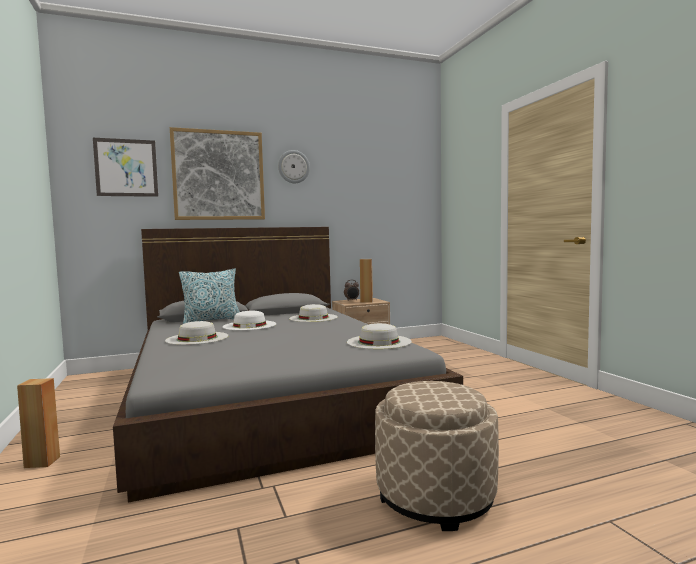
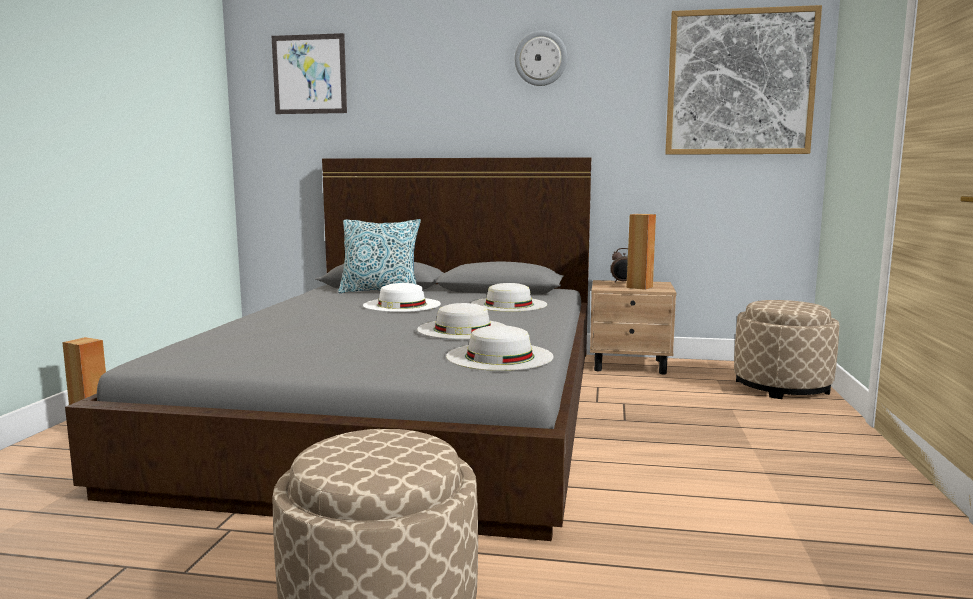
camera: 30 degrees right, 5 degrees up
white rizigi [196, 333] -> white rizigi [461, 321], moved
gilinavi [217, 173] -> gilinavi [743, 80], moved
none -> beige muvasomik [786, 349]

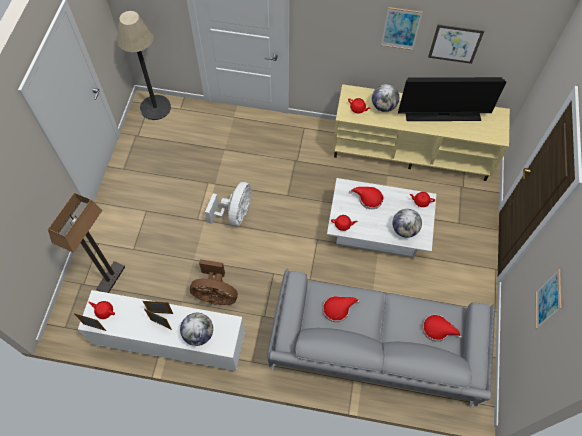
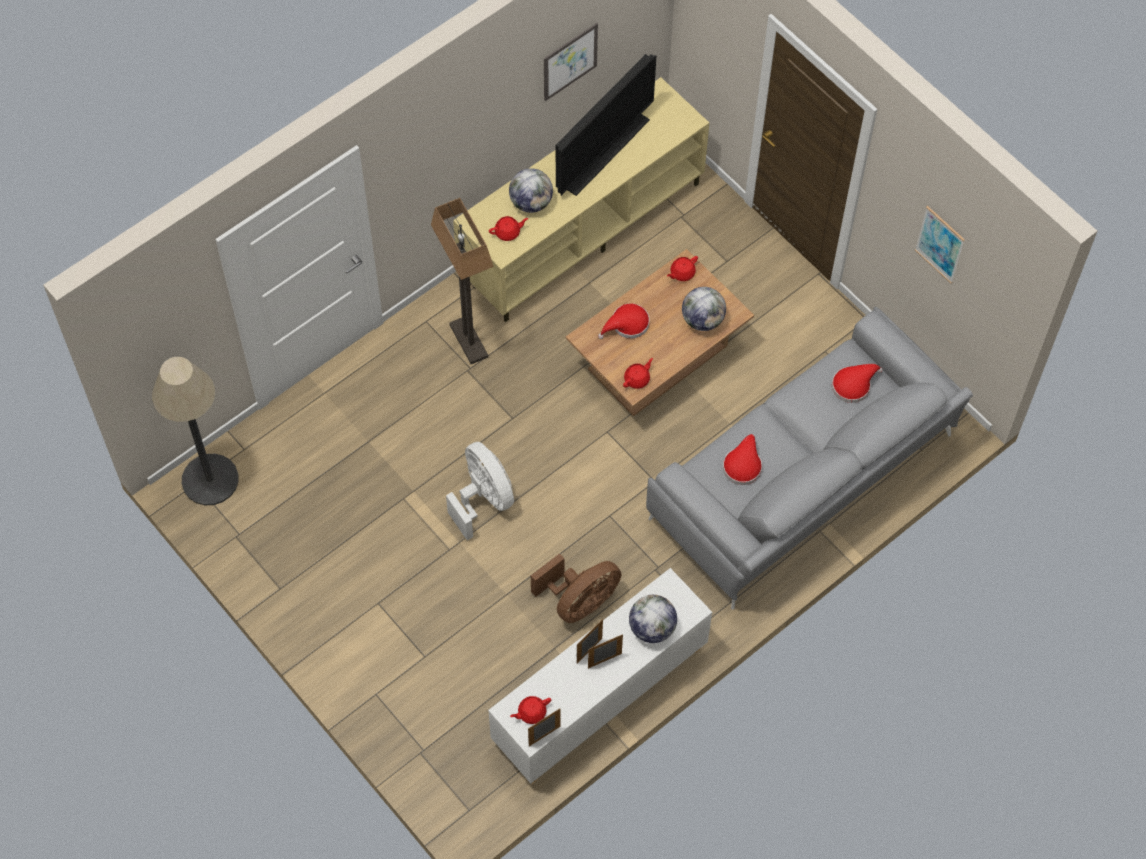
camera: 50 degrees left, 0 degrees up
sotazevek [86, 243] -> sotazevek [462, 281], moved
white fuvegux [381, 217] -> brown fuvegux [660, 332]
gilinavi [402, 28] -> none

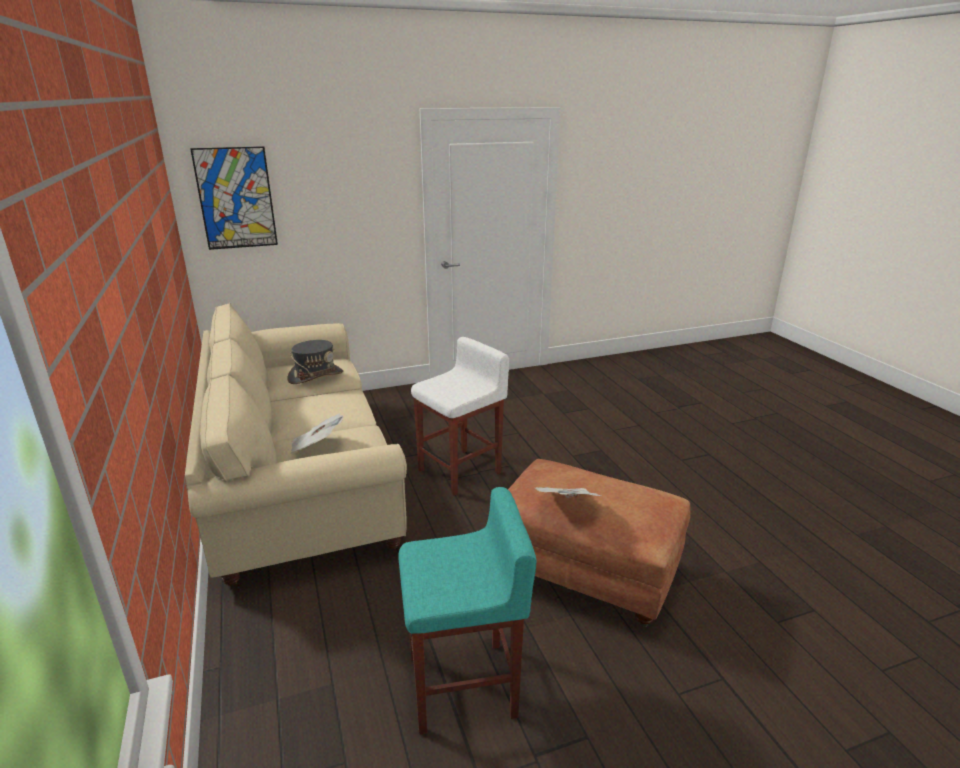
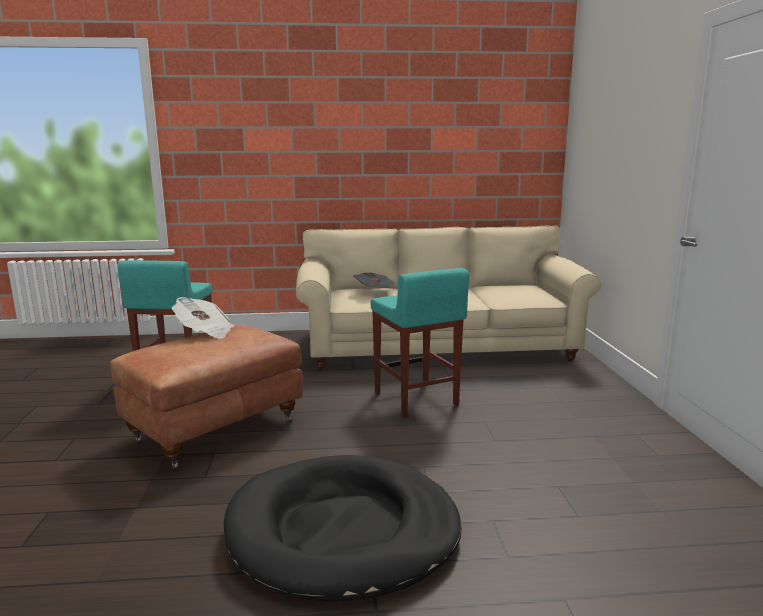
camera: 105 degrees right, 10 degrees down
gilinavi [234, 198] -> none
grey rizigi [315, 362] -> none
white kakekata [460, 416] -> turquoise kakekata [420, 343]
none -> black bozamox [343, 528]

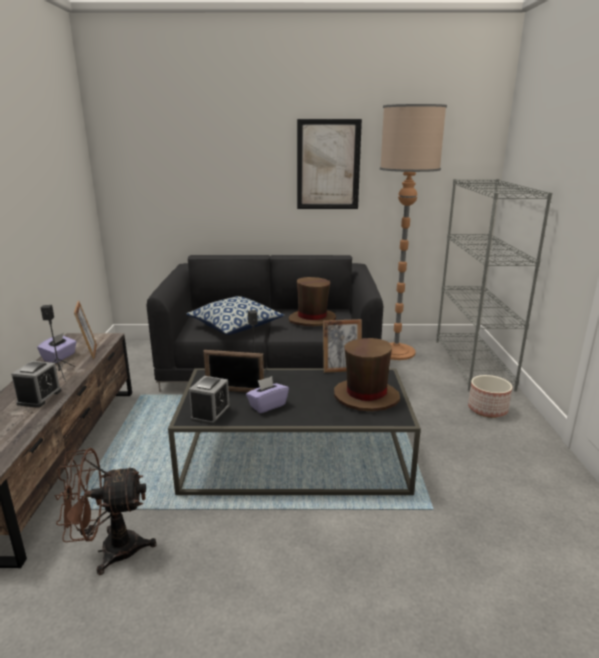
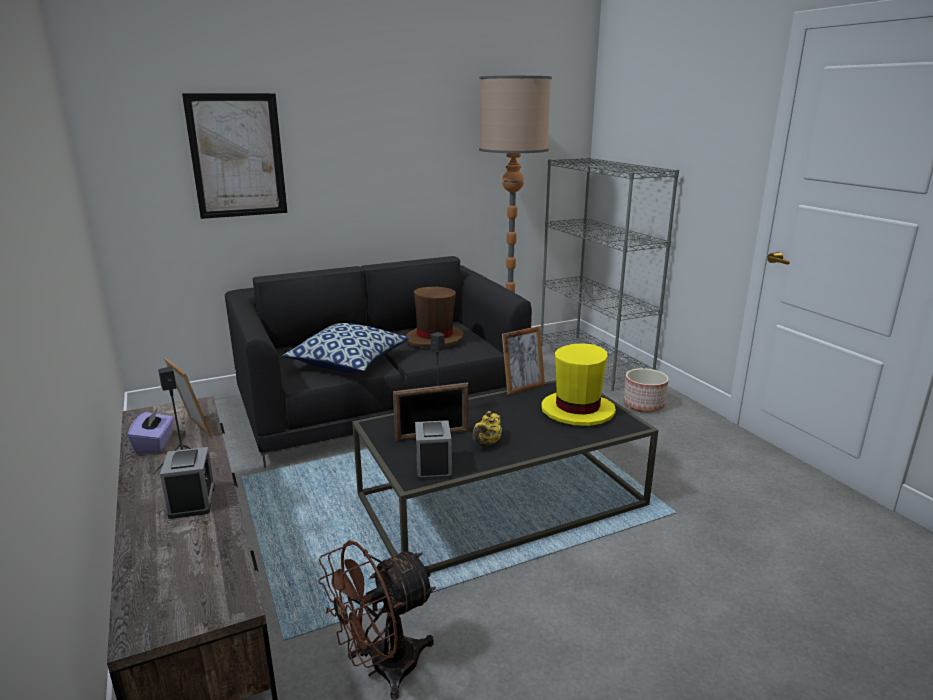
camera: 25 degrees left, 0 degrees up
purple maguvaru [267, 394] -> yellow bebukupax [487, 428]
gilinavi [329, 164] -> gilinavi [234, 156], moved
brown rizigi [367, 374] -> yellow rizigi [578, 385]

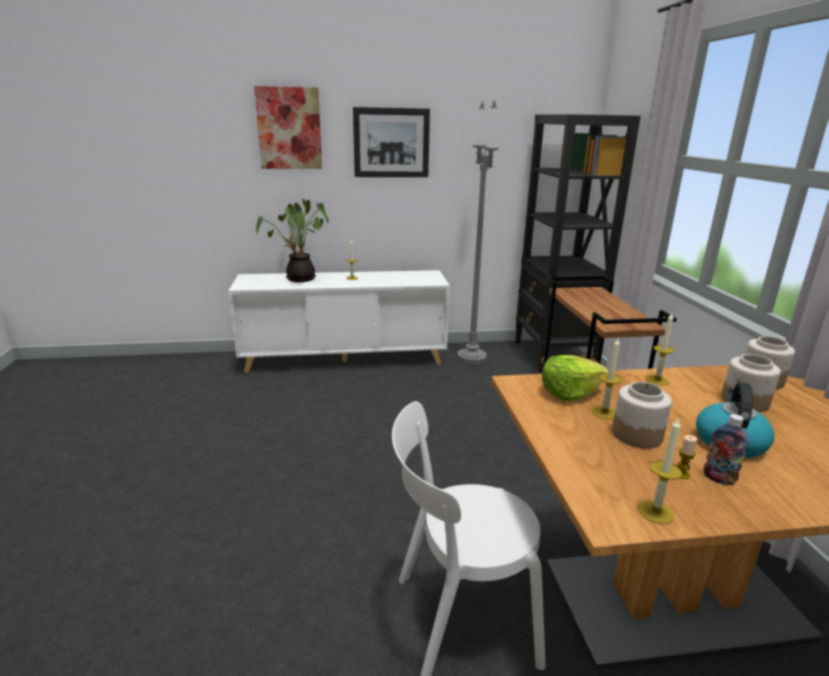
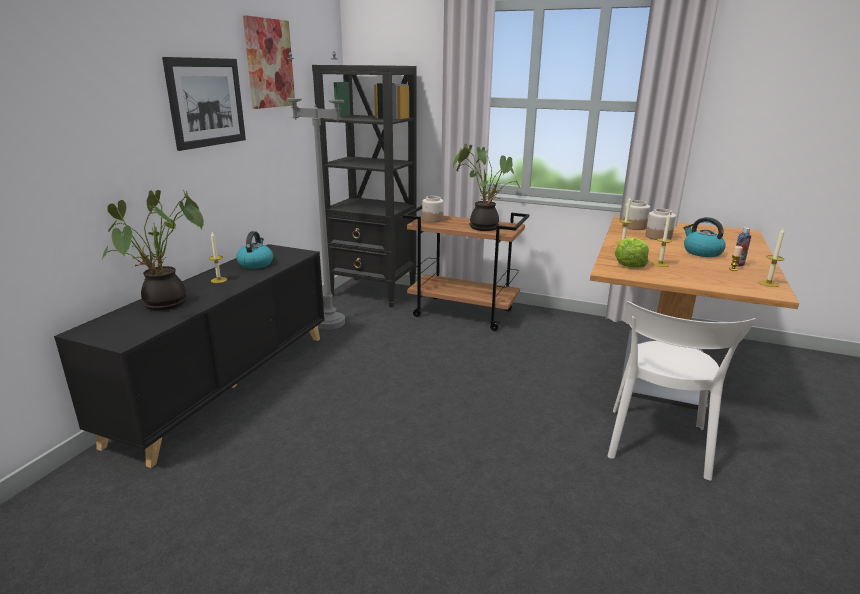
camera: 60 degrees left, 0 degrees up
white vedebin [339, 321] -> black vedebin [189, 356]
gilinavi [288, 127] -> gilinavi [269, 62], moved
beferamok [642, 415] -> beferamok [433, 209], moved
none -> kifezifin [254, 250]
none -> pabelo [486, 187]

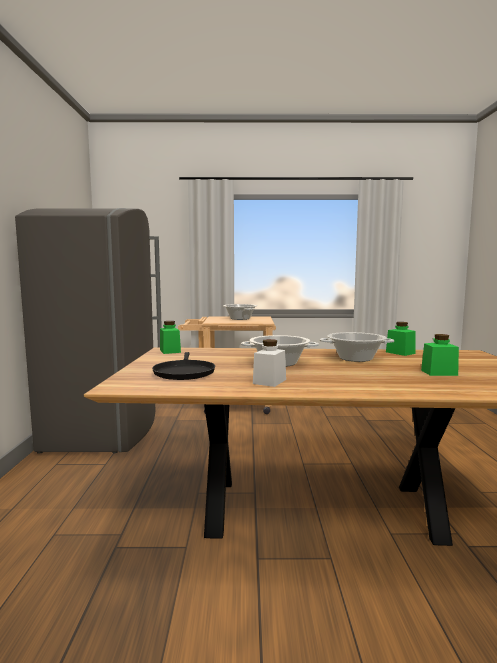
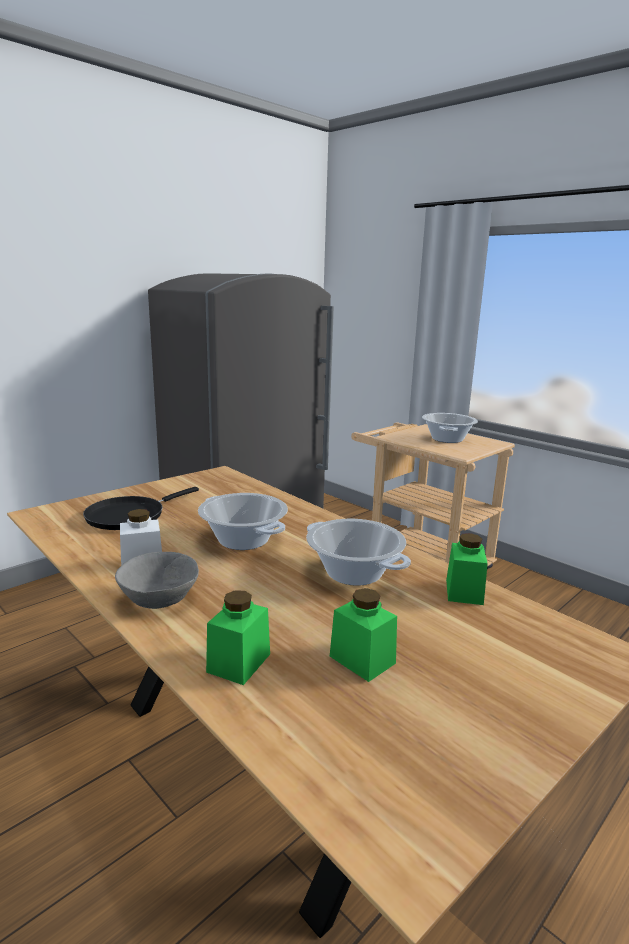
camera: 45 degrees right, 10 degrees up
green beferamok [170, 337] -> green beferamok [238, 637], moved
none -> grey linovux [157, 580]

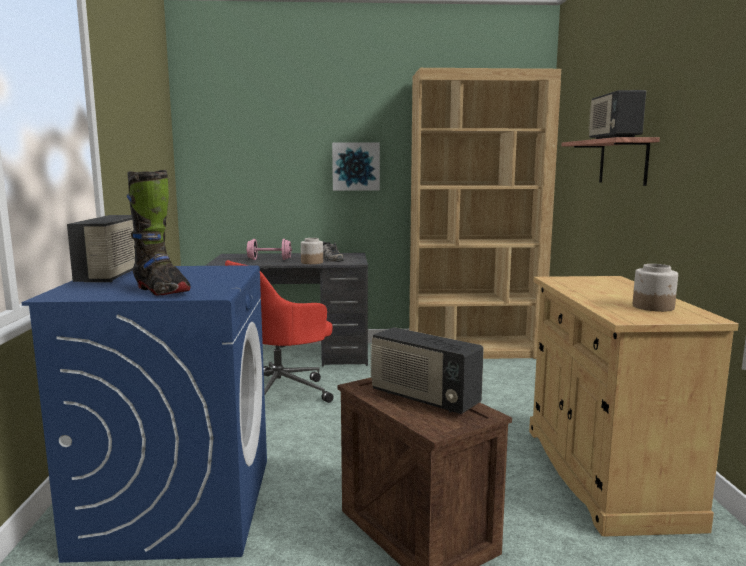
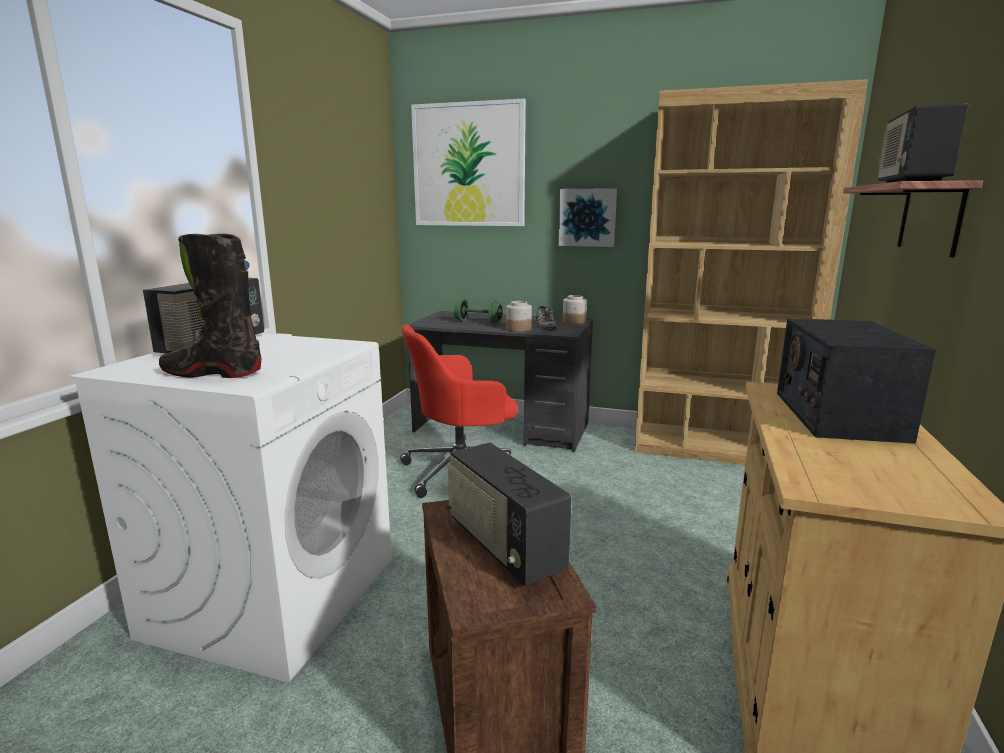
camera: 20 degrees right, 5 degrees up
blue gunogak [144, 414] -> white gunogak [230, 507]
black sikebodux [159, 232] -> black sikebodux [210, 306], 120 degrees clockwise
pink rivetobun [269, 249] -> green rivetobun [478, 311]
beferamok [655, 288] -> beferamok [575, 309], moved
none -> gilinavi [468, 162]
none -> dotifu [856, 381]

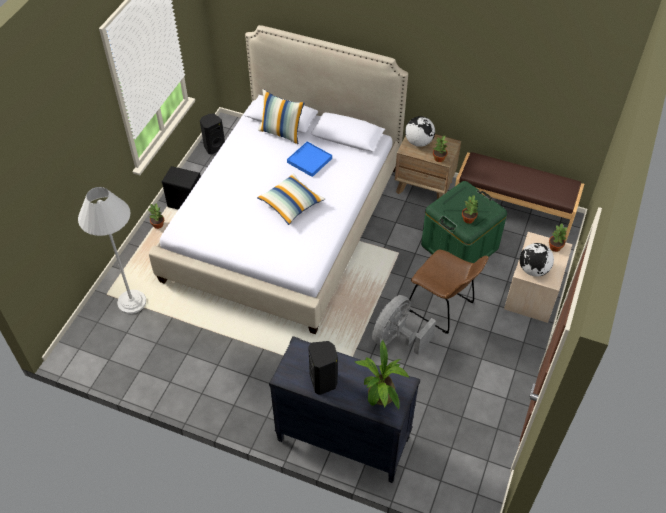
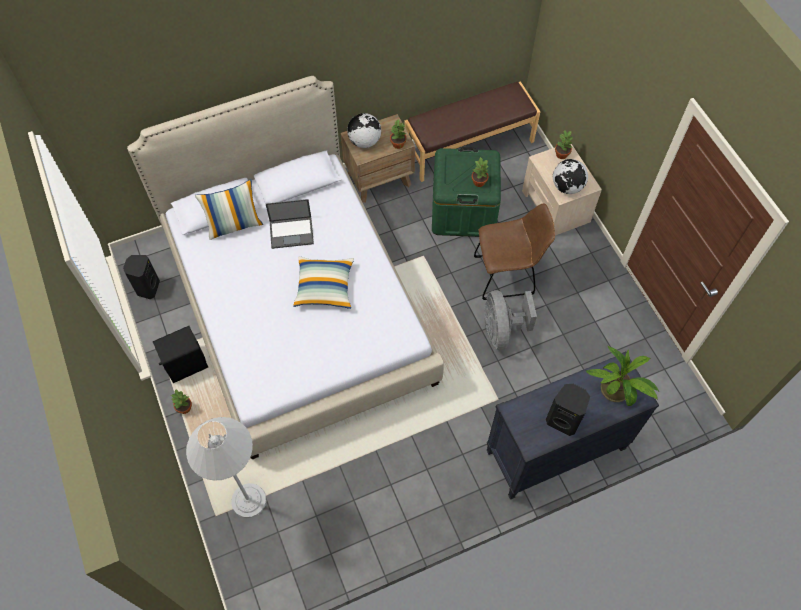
camera: 45 degrees left, 10 degrees up
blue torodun [309, 159] -> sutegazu [290, 224]

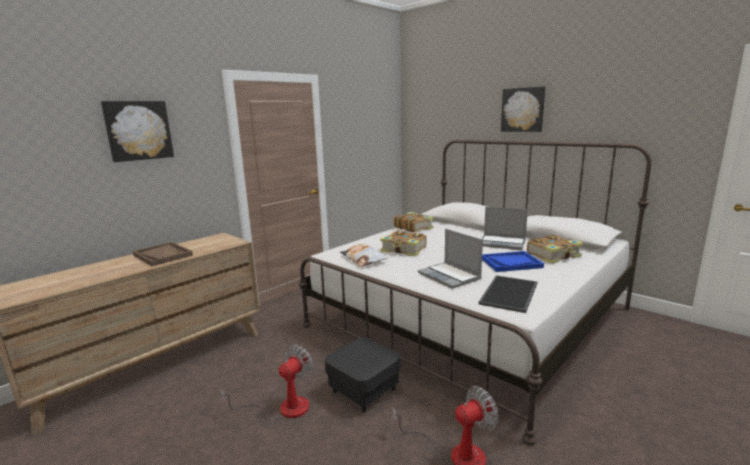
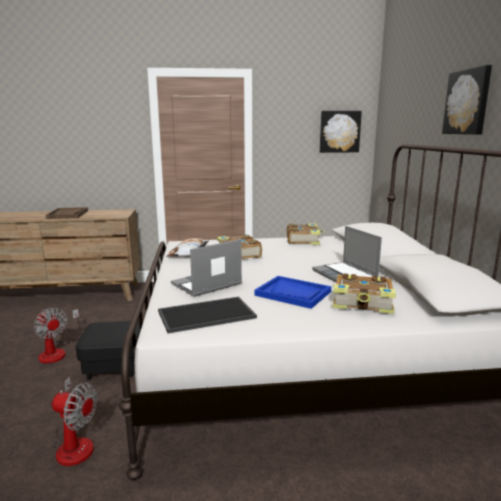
camera: 40 degrees right, 0 degrees up
gilinavi [137, 131] -> gilinavi [341, 132], moved
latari [267, 383] -> latari [57, 335], 60 degrees clockwise
sutegazu [450, 259] -> sutegazu [206, 268], 45 degrees clockwise

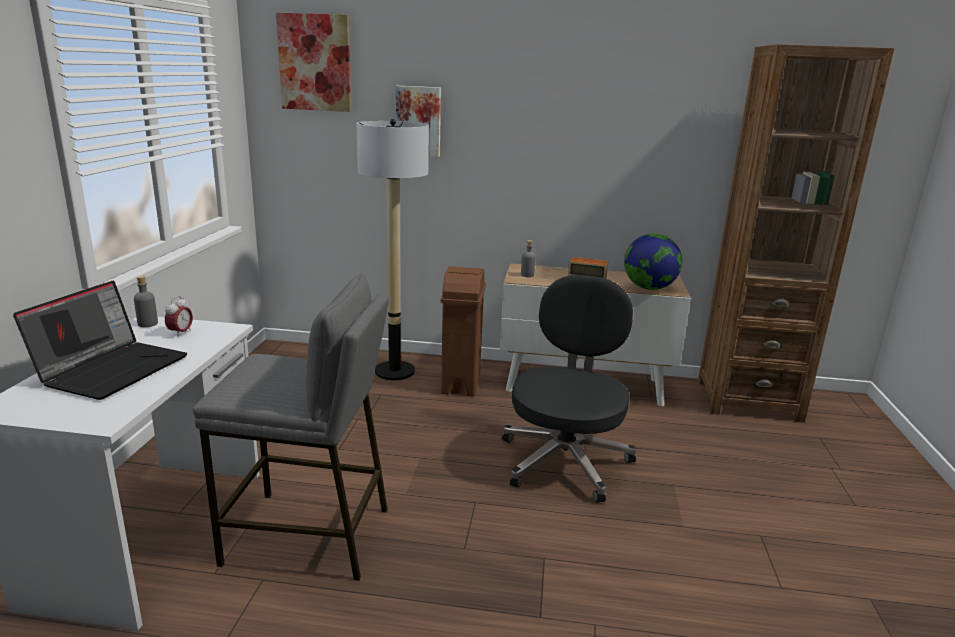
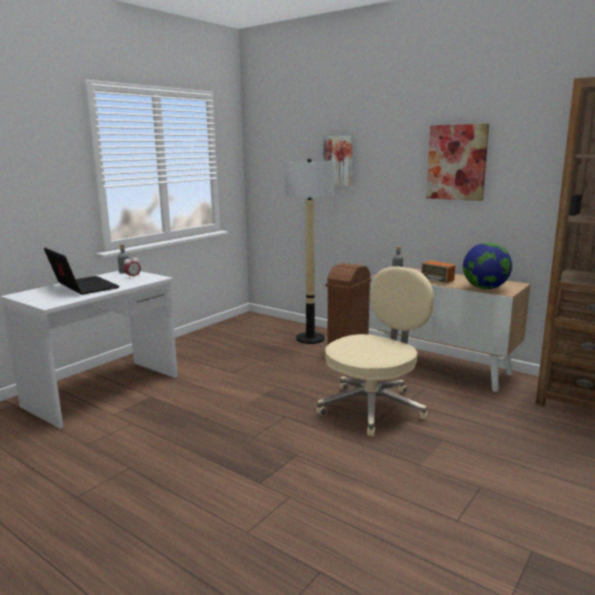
camera: 30 degrees right, 5 degrees down
sutegazu [100, 340] -> sutegazu [81, 271], 90 degrees counterclockwise
grey kakekata [291, 427] -> none
gilinavi [313, 62] -> gilinavi [457, 162], moved
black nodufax [569, 389] -> beige nodufax [375, 351]

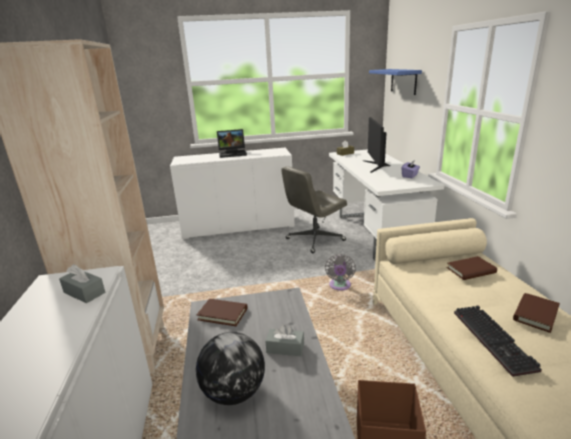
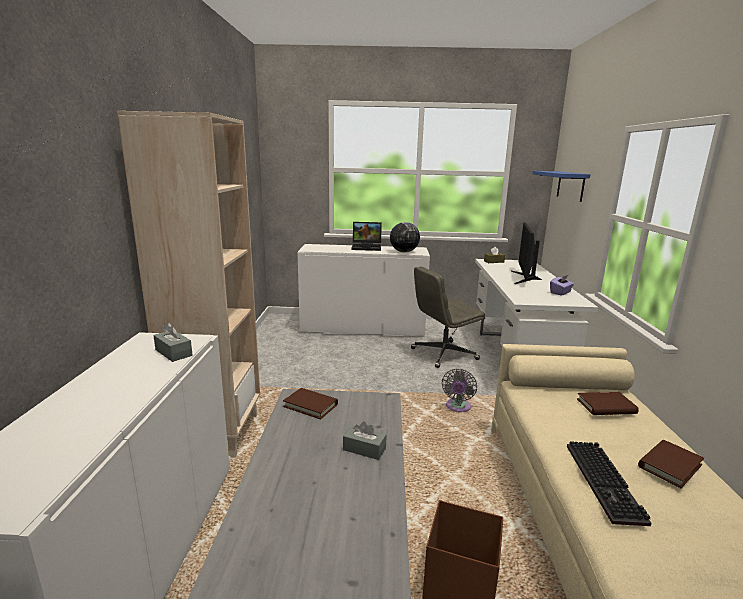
camera: 10 degrees right, 5 degrees down
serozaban [230, 368] -> serozaban [405, 237], moved

